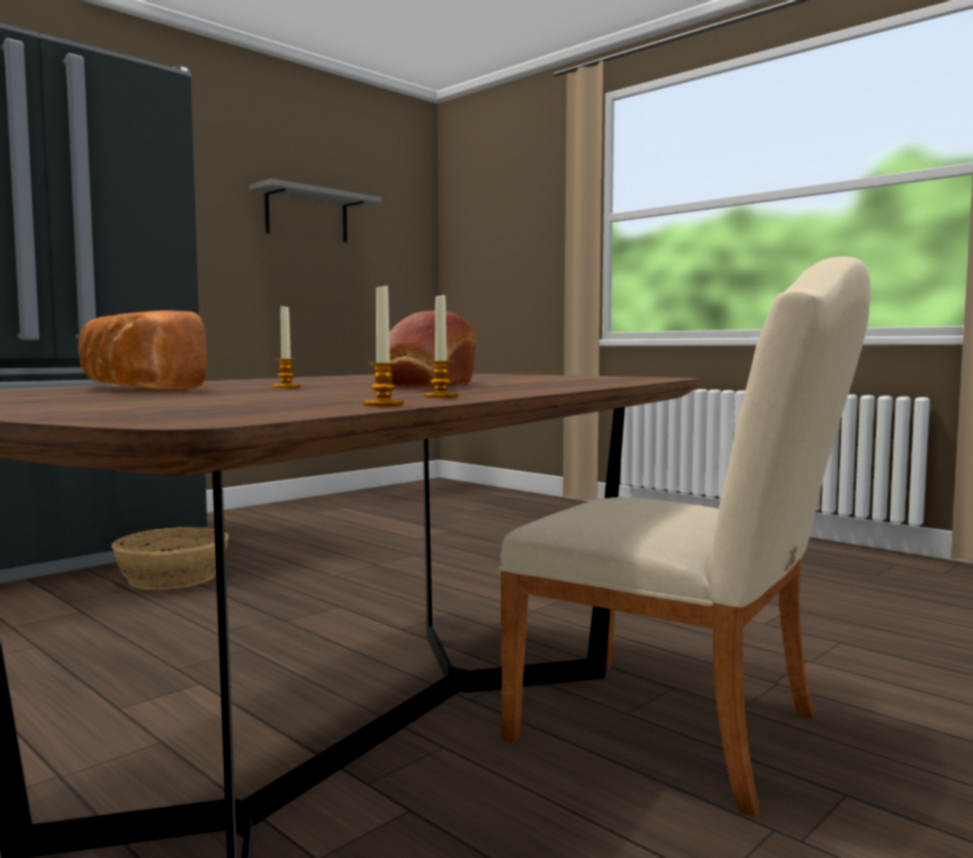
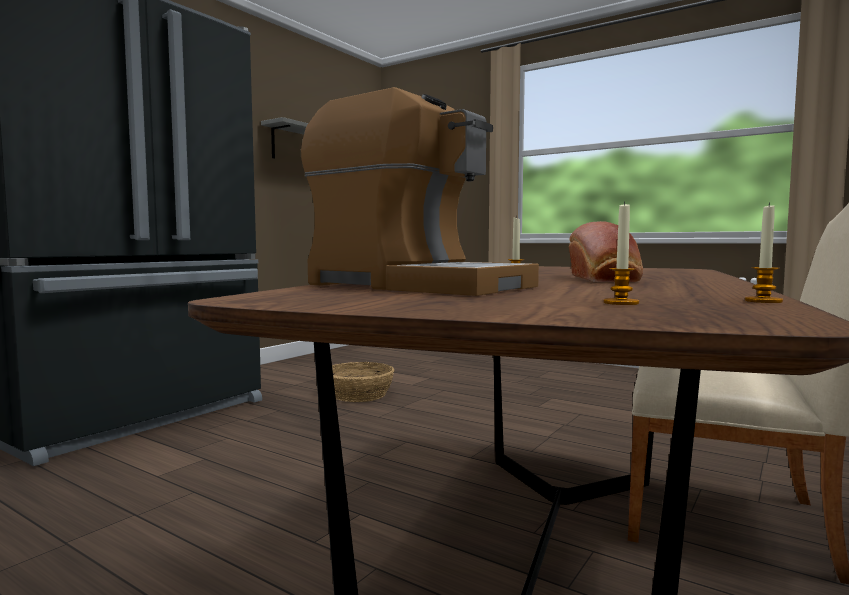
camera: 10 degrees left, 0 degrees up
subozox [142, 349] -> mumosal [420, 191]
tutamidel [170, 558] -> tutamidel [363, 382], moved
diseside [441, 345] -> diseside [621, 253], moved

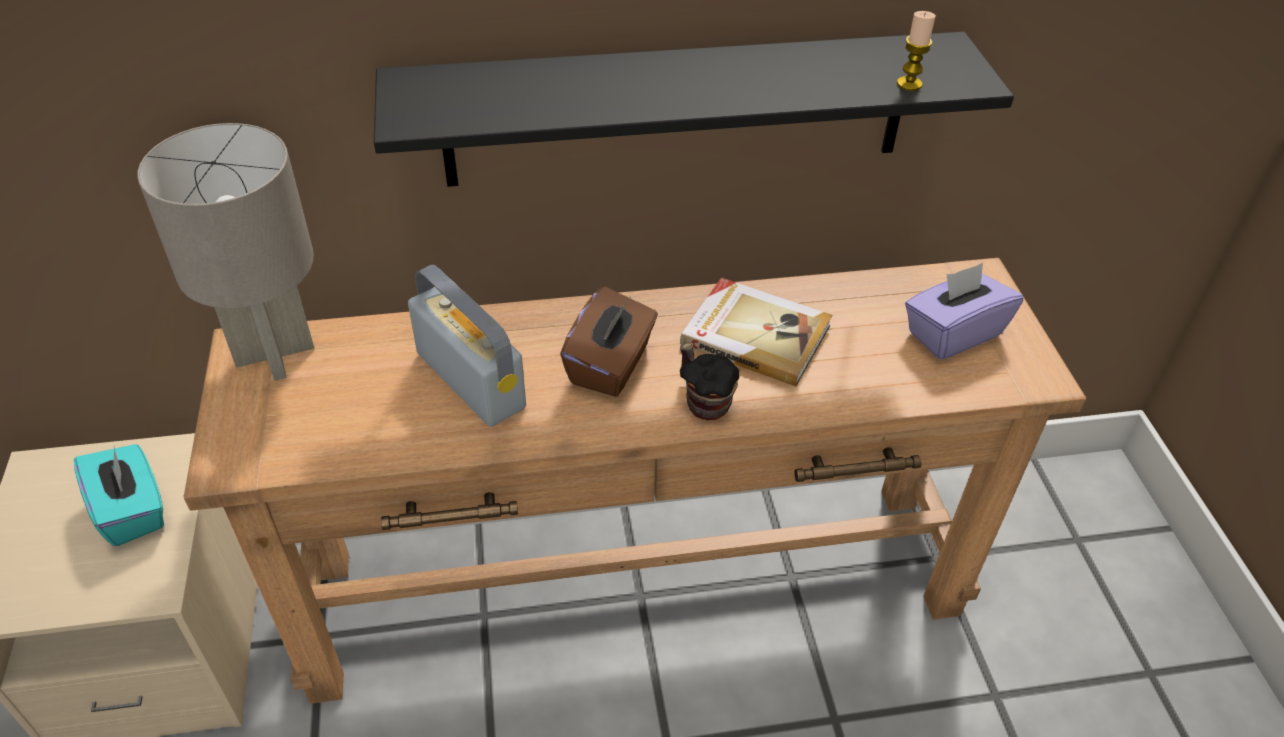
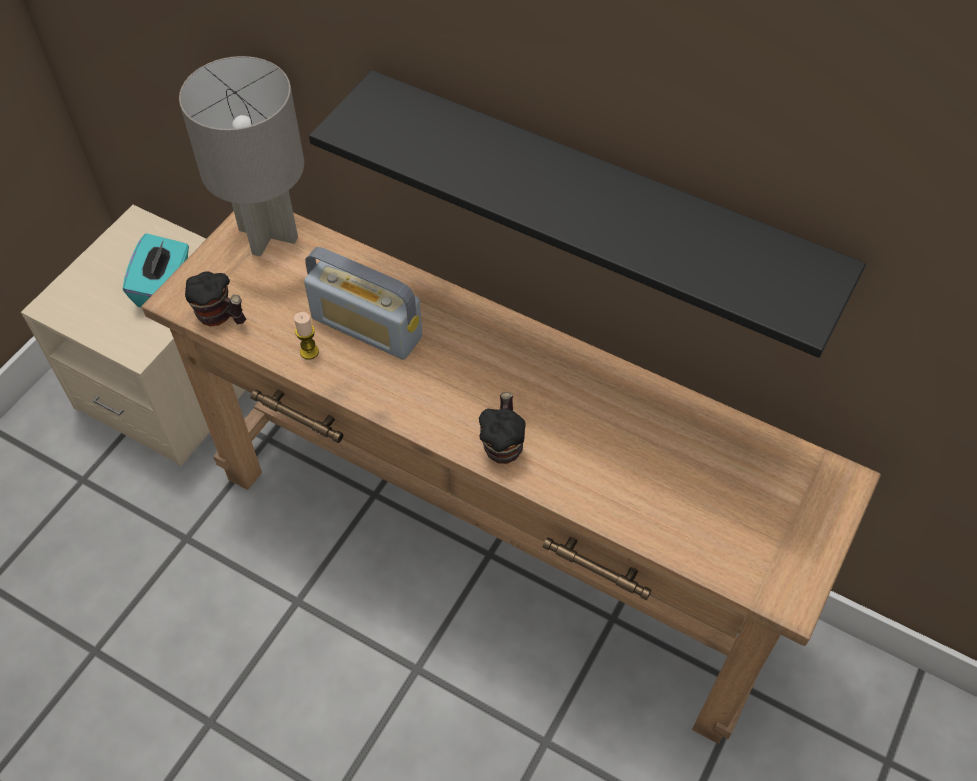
camera: 40 degrees right, 10 degrees up
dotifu [467, 346] -> dotifu [363, 303], 120 degrees clockwise
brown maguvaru [609, 341] -> none
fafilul [756, 332] -> none
diseside [916, 51] -> diseside [306, 336], moved
purple maguvaru [964, 311] -> none
none -> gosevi [215, 299]

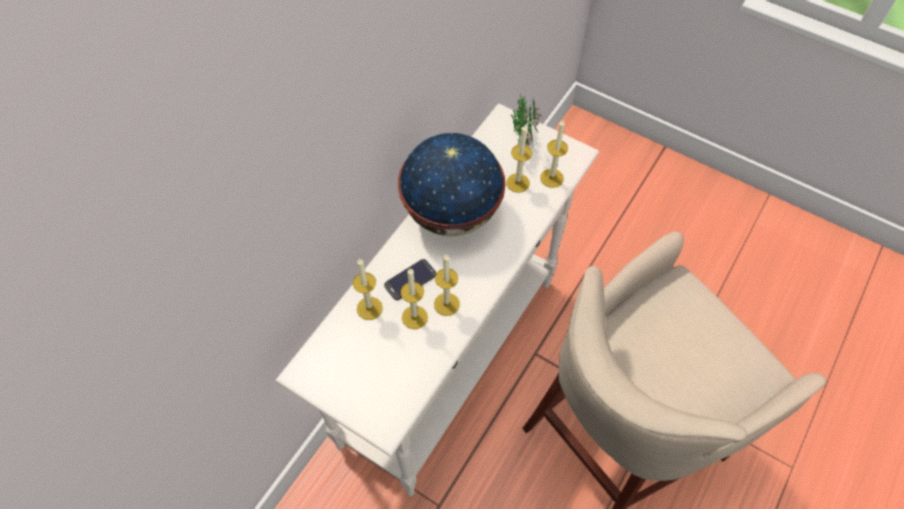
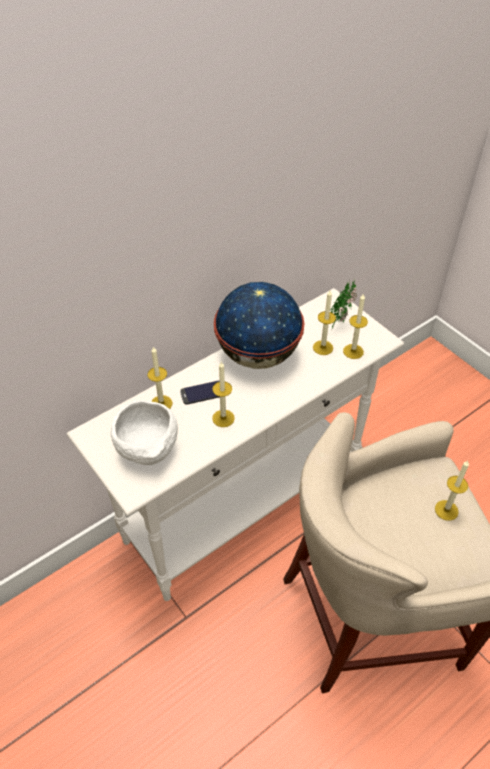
camera: 20 degrees right, 10 degrees down
diseside [414, 298] -> diseside [452, 491], moved
none -> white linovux [144, 432]

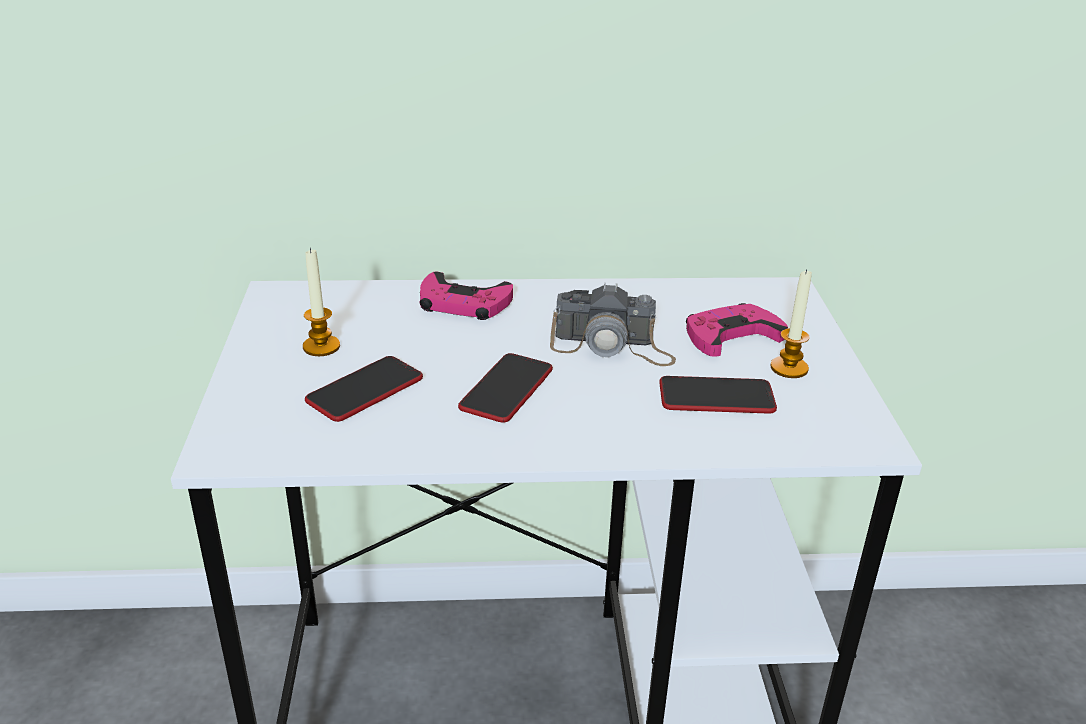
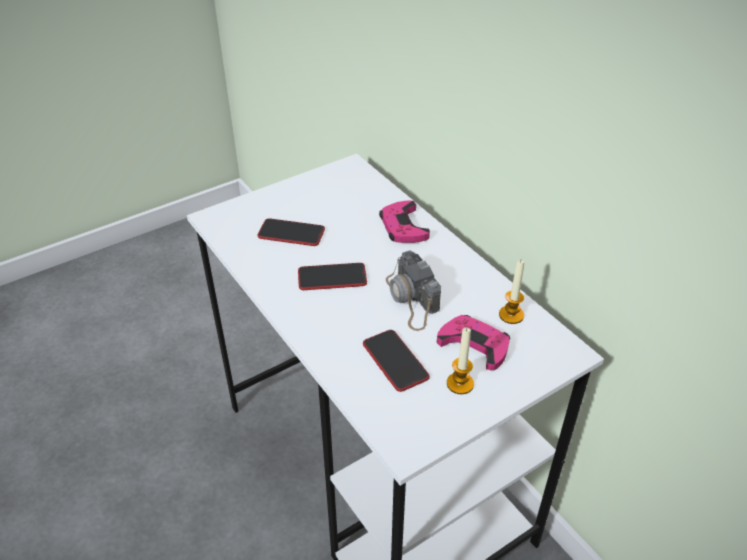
camera: 60 degrees right, 10 degrees up
diseside [321, 302] -> diseside [512, 292], moved

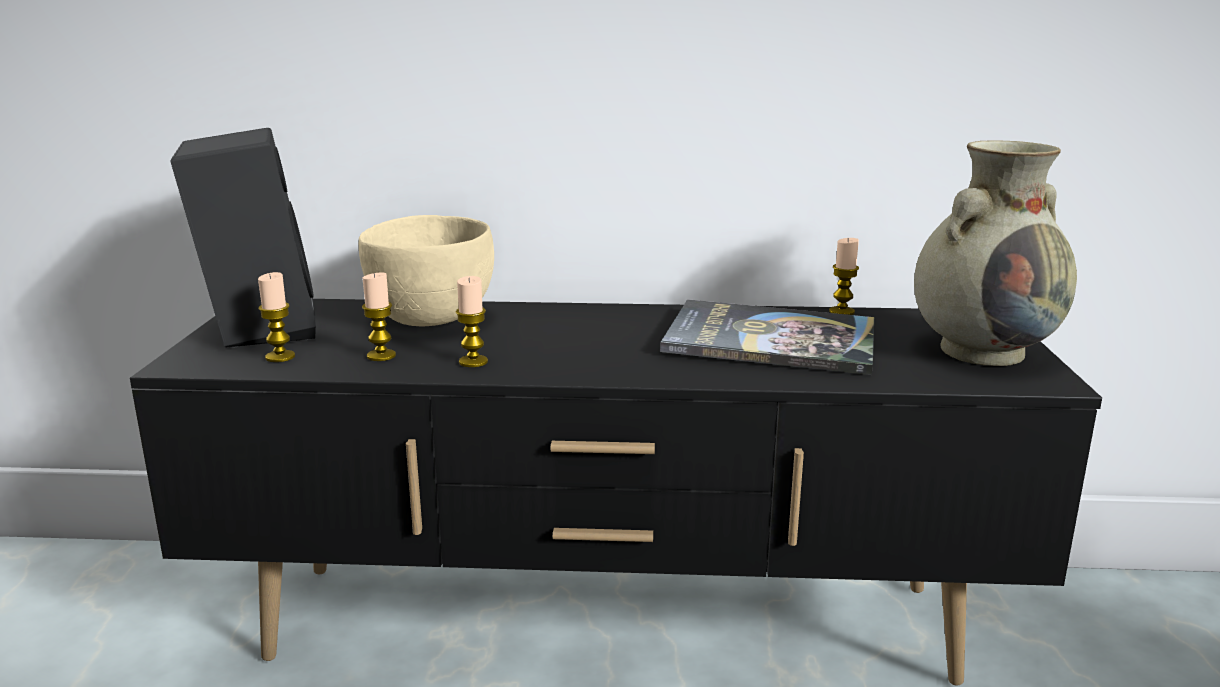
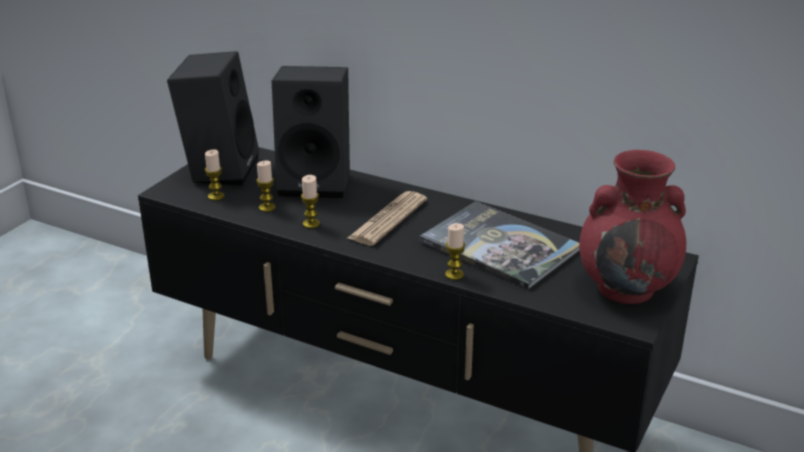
camera: 25 degrees right, 10 degrees up
beige linovux [426, 270] -> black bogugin [311, 132]
diseside [844, 276] -> diseside [455, 251], moved
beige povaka [995, 253] -> red povaka [632, 227]
none -> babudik [387, 218]

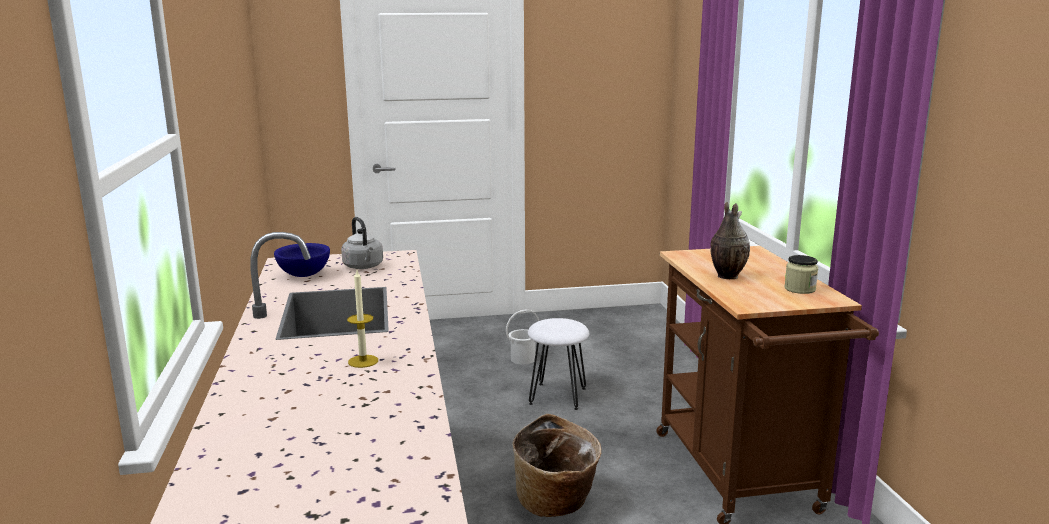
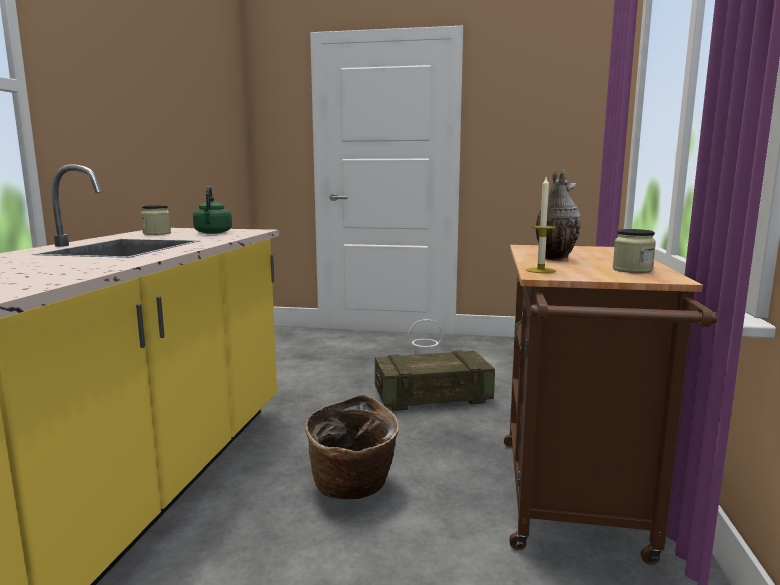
camera: 20 degrees right, 5 degrees down
blue linovux [302, 260] -> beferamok [156, 220]
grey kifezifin [362, 243] -> green kifezifin [212, 210]
diseside [362, 319] -> diseside [541, 225], moved
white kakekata [558, 364] -> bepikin [435, 380]

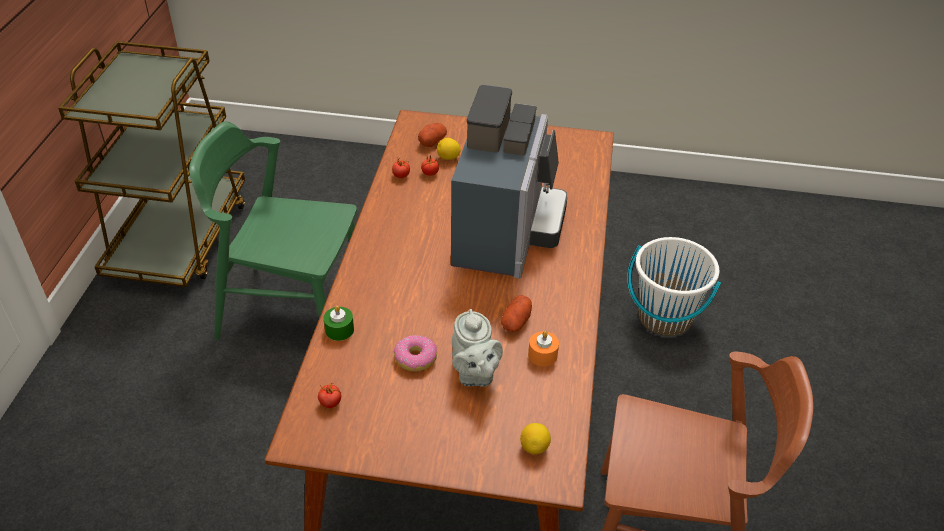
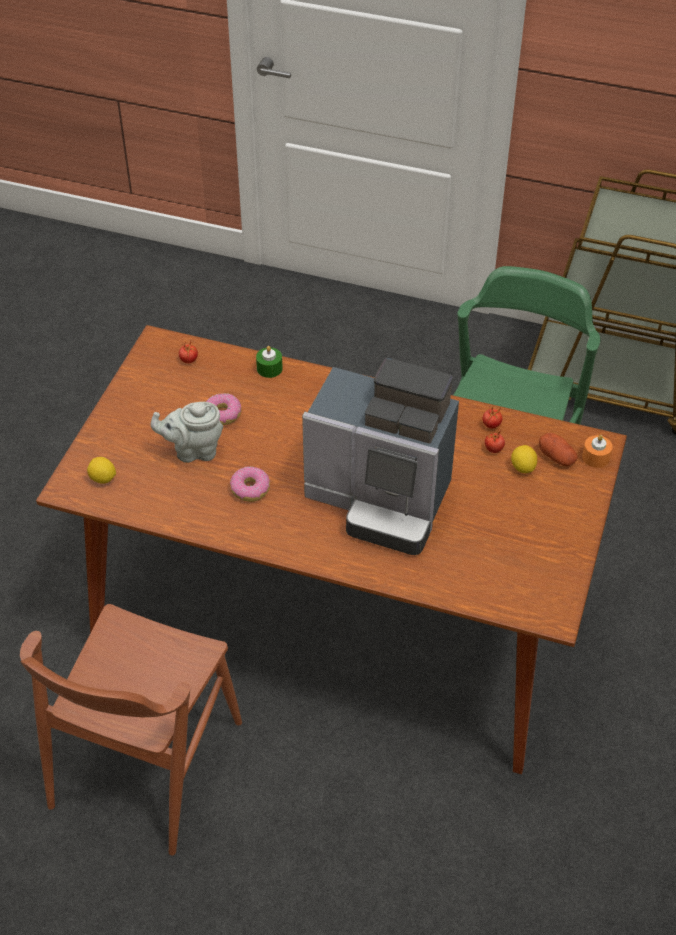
camera: 100 degrees right, 5 degrees up
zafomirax [516, 313] -> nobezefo [250, 484]
orange diseside [543, 349] -> orange diseside [597, 451], moved
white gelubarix [674, 286] -> none

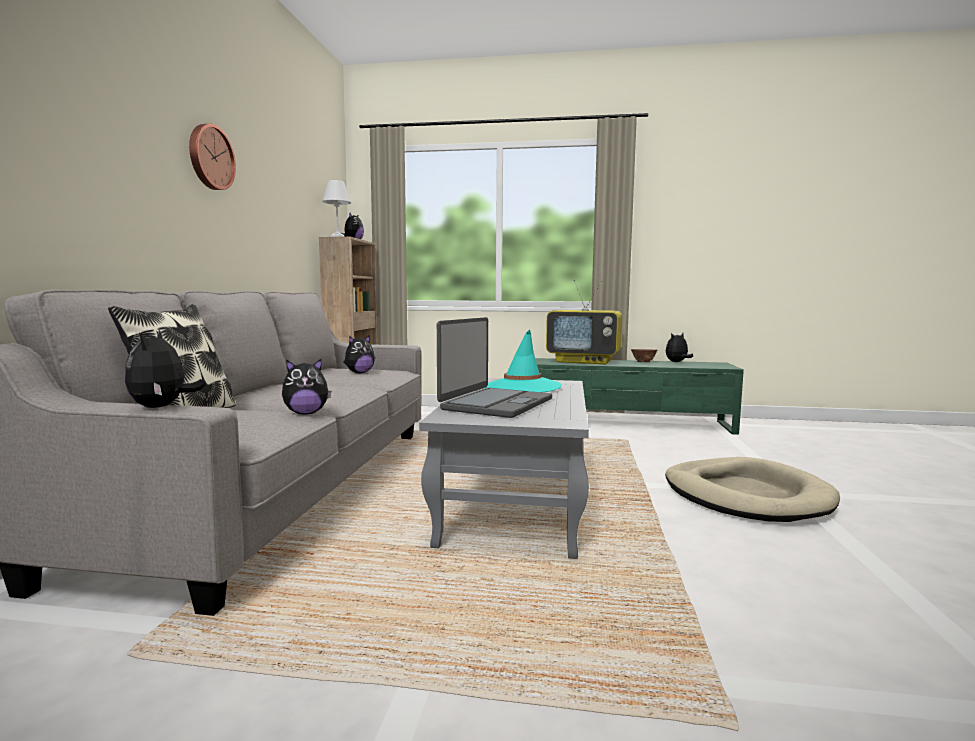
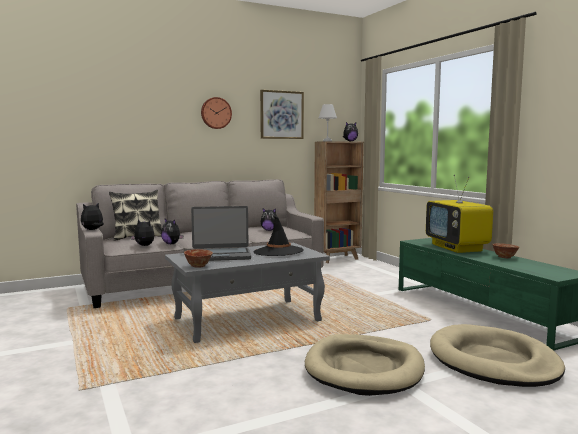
camera: 55 degrees right, 0 degrees up
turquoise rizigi [523, 360] -> black rizigi [279, 236]
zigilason [679, 347] -> zigilason [142, 232], moved
none -> linovux [198, 258]
none -> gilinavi [282, 114]
none -> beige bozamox [497, 355]

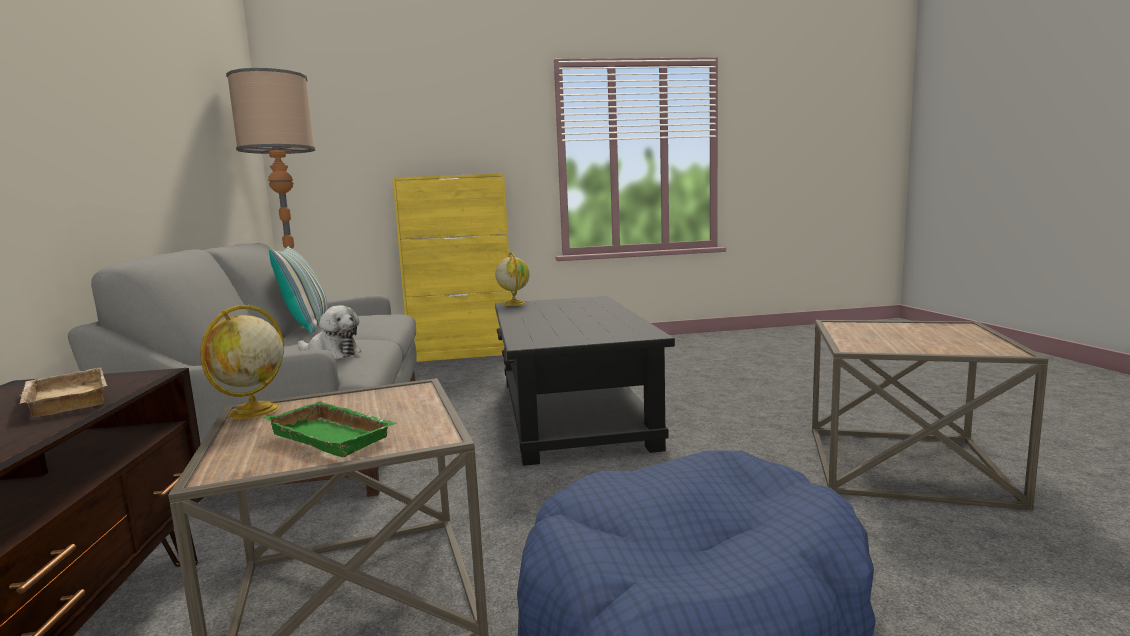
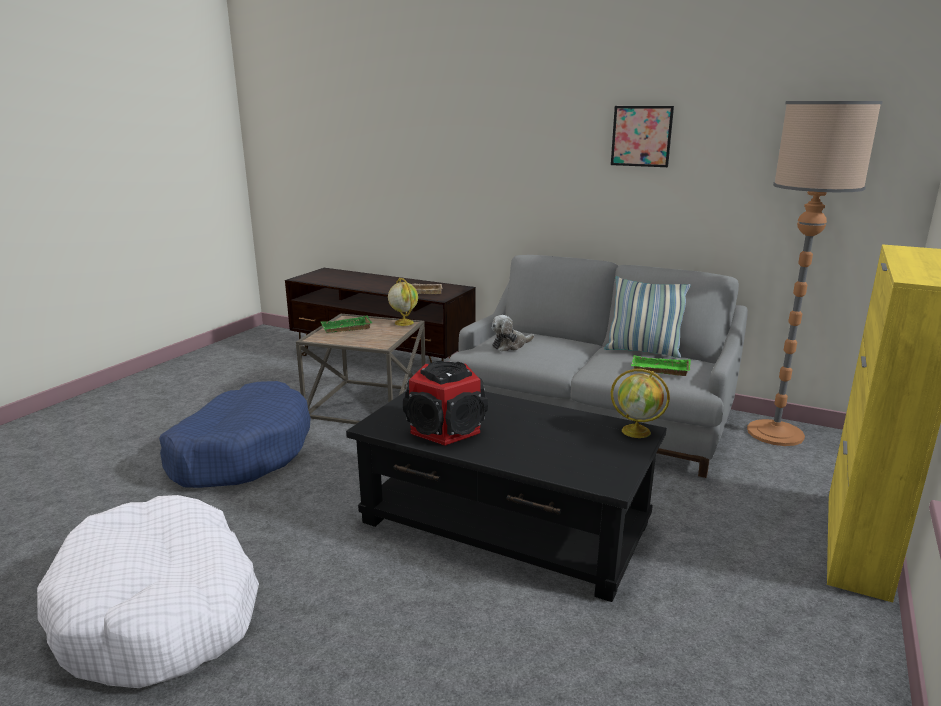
camera: 125 degrees right, 10 degrees up
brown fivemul [930, 415] -> white bozamox [148, 591]
none -> bogugin [445, 403]
none -> gilinavi [642, 136]
none -> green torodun [661, 365]

